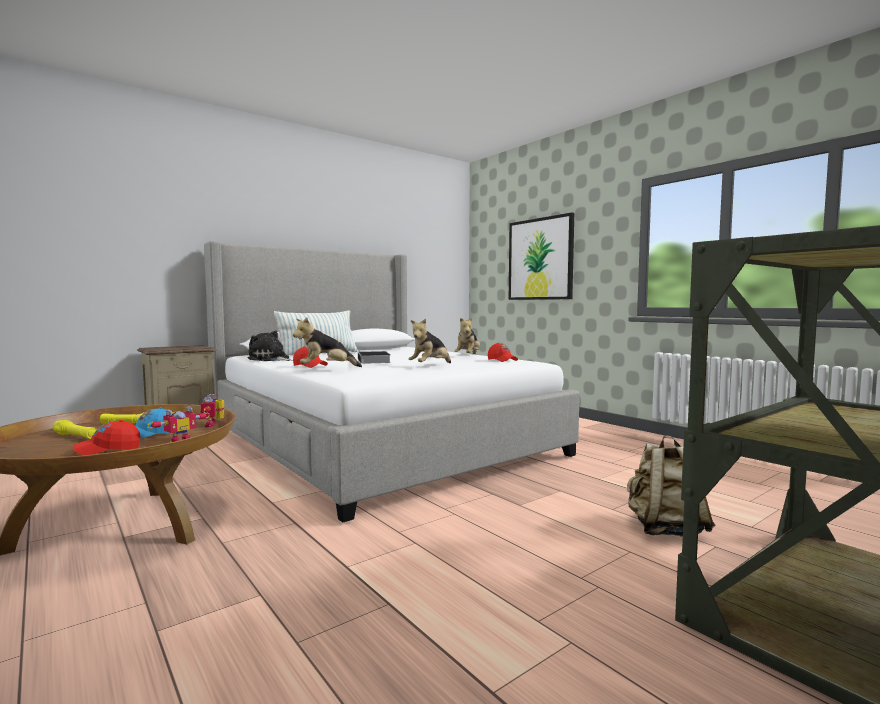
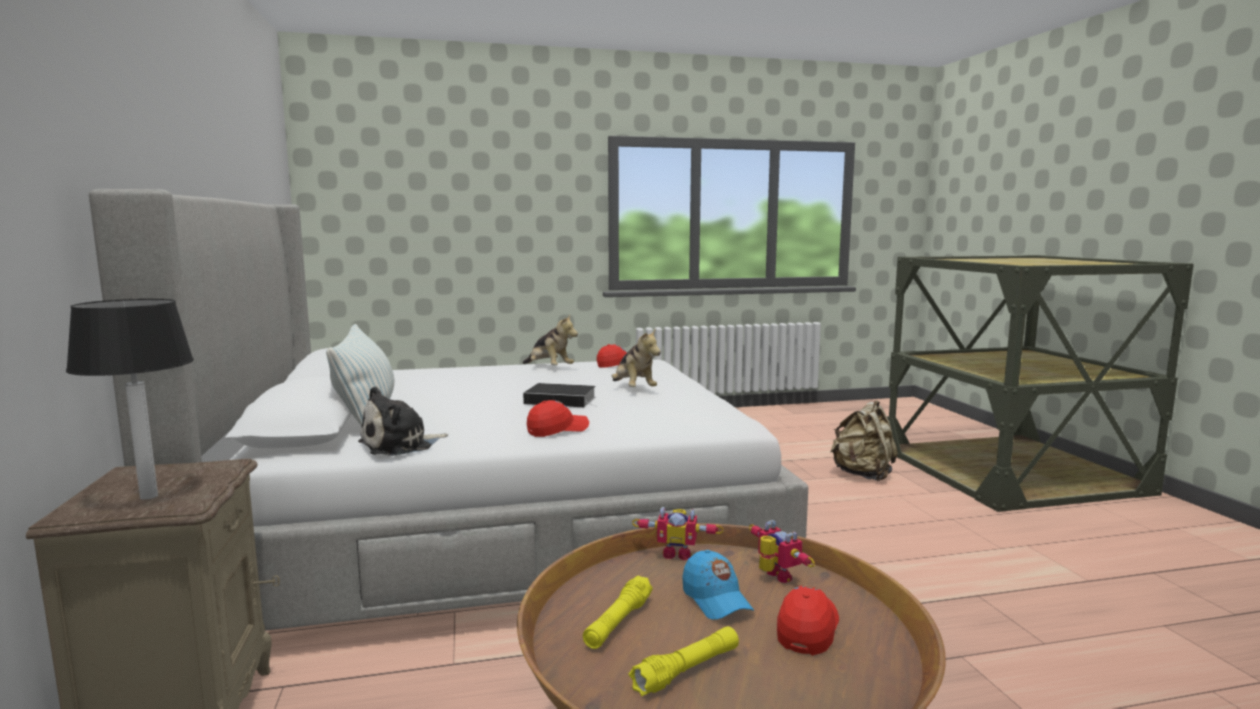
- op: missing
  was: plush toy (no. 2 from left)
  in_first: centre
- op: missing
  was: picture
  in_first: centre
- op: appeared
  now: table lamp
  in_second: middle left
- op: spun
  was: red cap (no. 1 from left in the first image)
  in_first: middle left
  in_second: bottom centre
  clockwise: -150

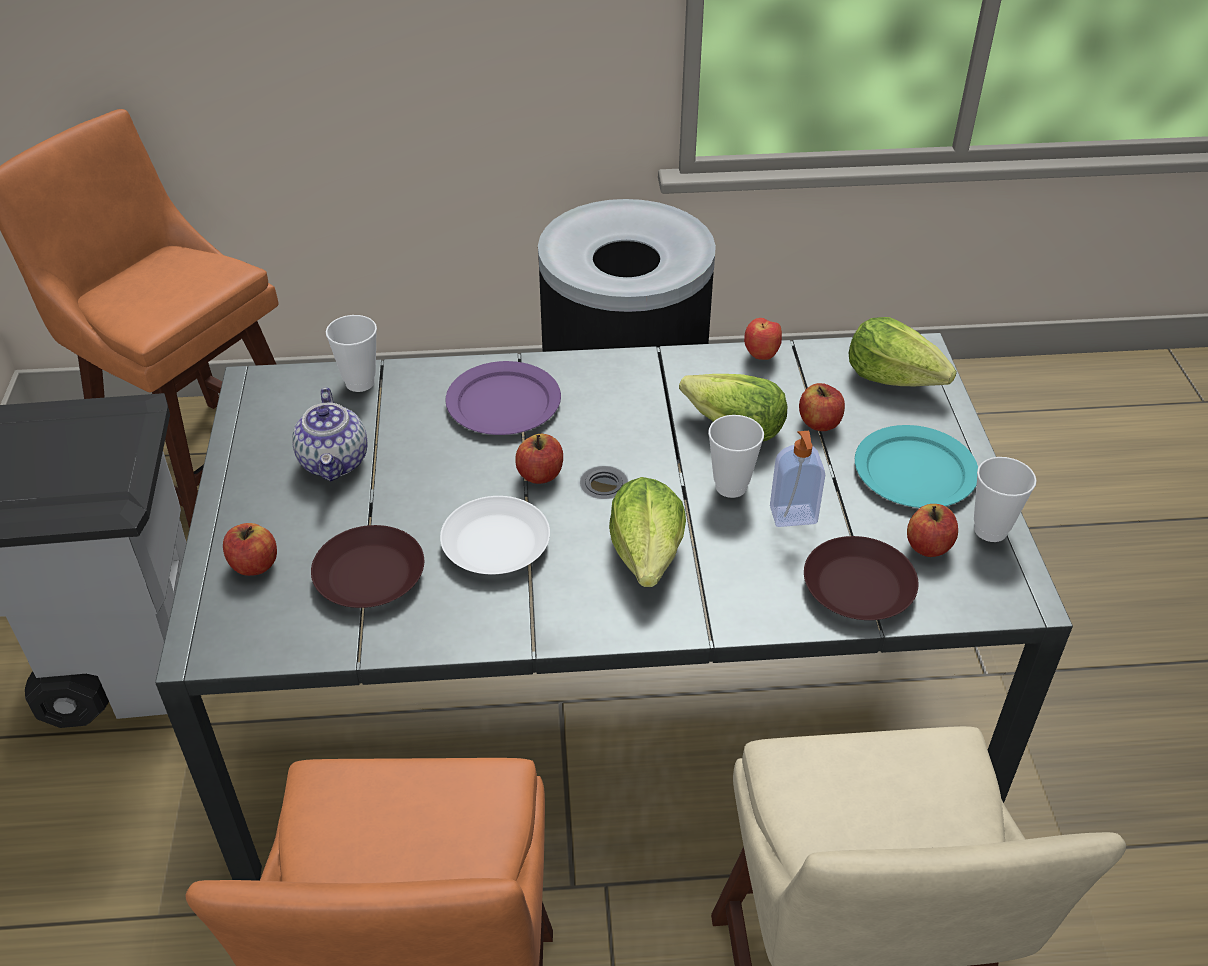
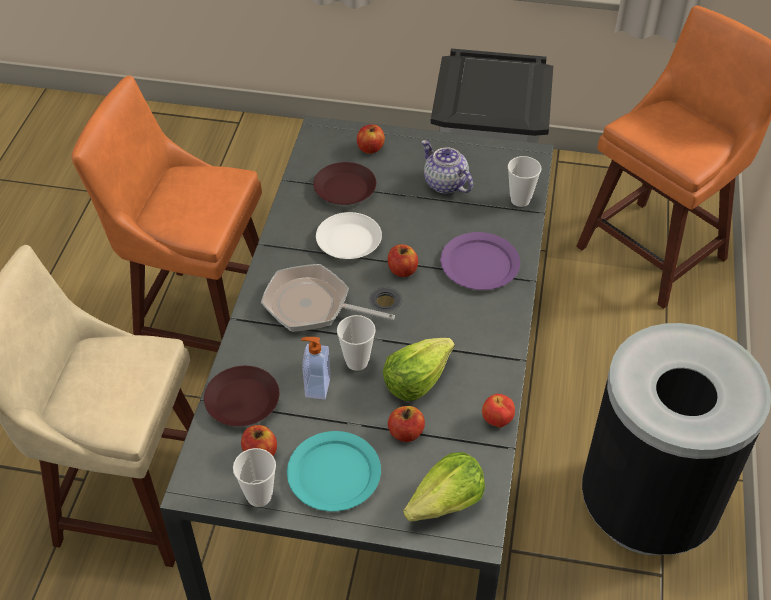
- op: exchanged
  was: lettuce (no. 1 from left)
  now: frying pan
  in_first: centre
  in_second: centre
- op: spun
  was: teapot
  in_first: middle left
  in_second: top centre
  clockwise: 45

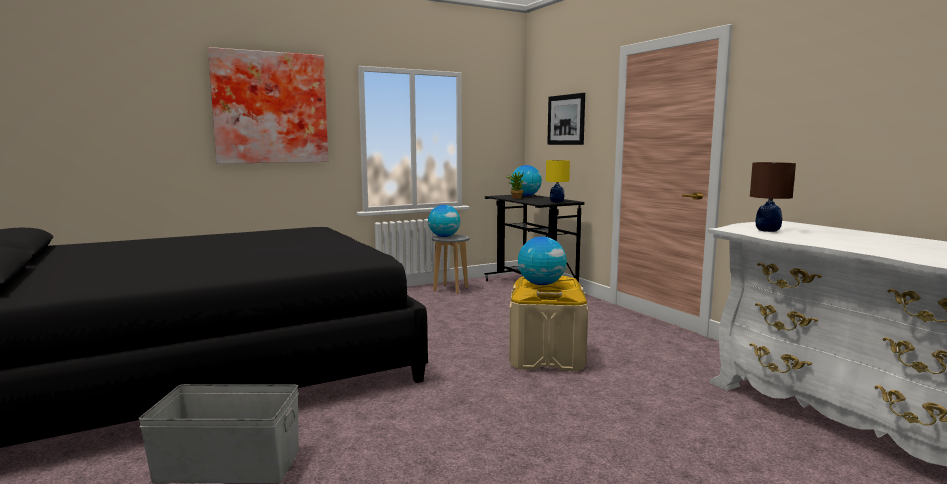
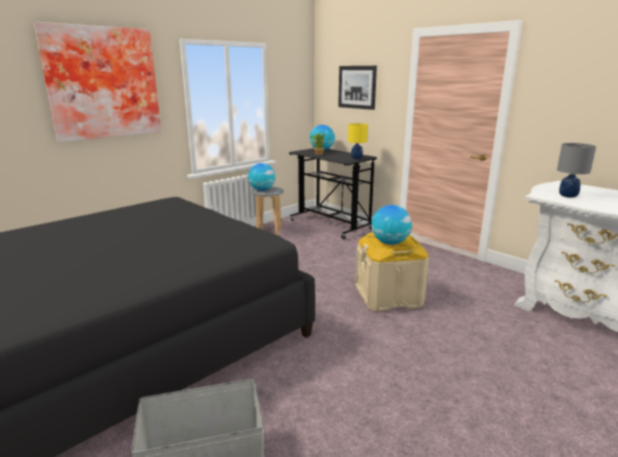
- op: colour
  was: brown table lamp
  now: grey table lamp
  in_first: middle right
  in_second: middle right

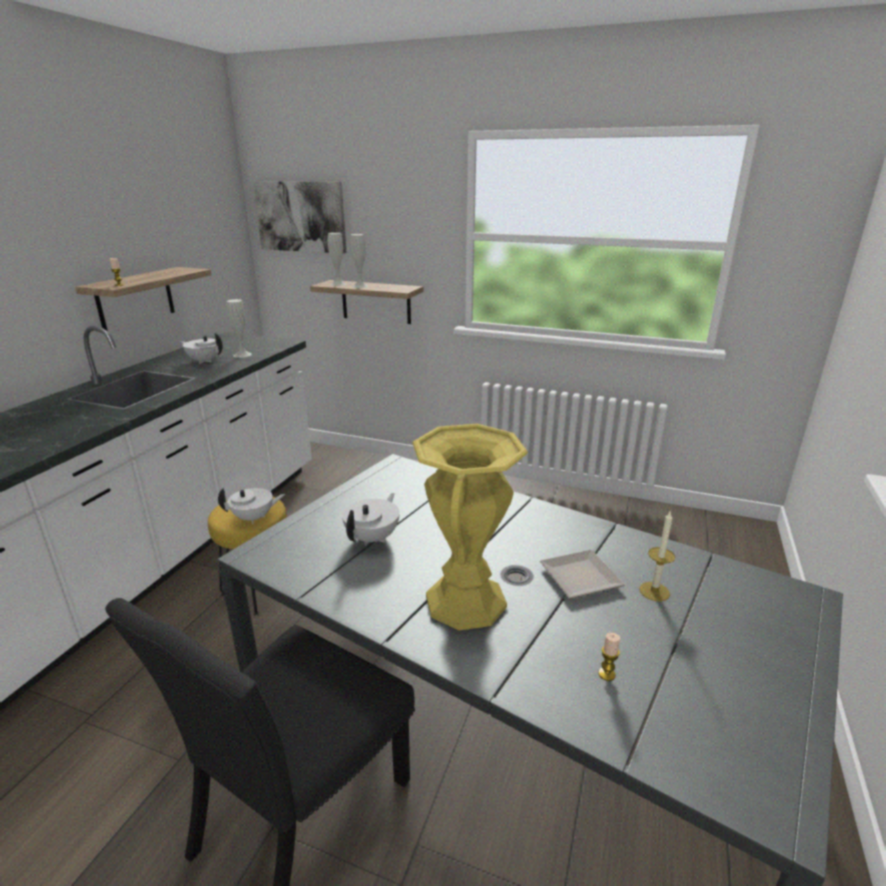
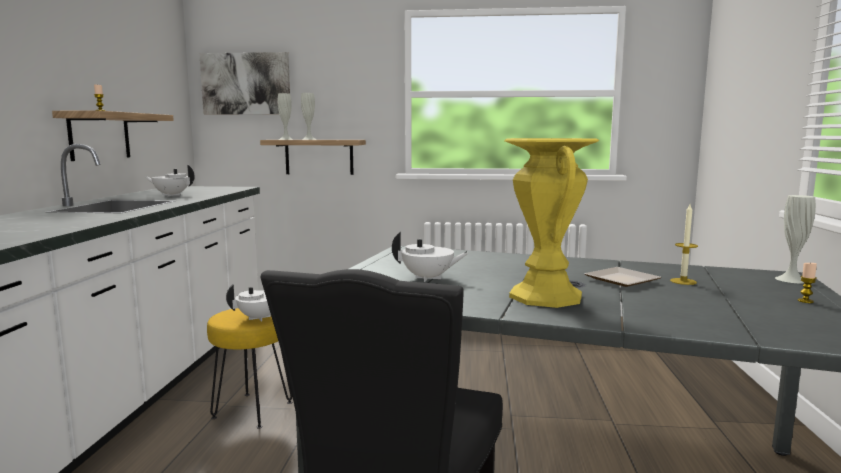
- op: relocated
  was: white vase (no. 1 from left in the first image)
  now: white vase (no. 3 from left)
  in_first: middle left
  in_second: middle right
- op: relocated
  was: candle (no. 2 from left in the first image)
  now: candle (no. 3 from left)
  in_first: bottom right
  in_second: middle right
- op: spun
  was: white teapot (no. 3 from left)
  in_first: centre
  in_second: centre
  clockwise: 90

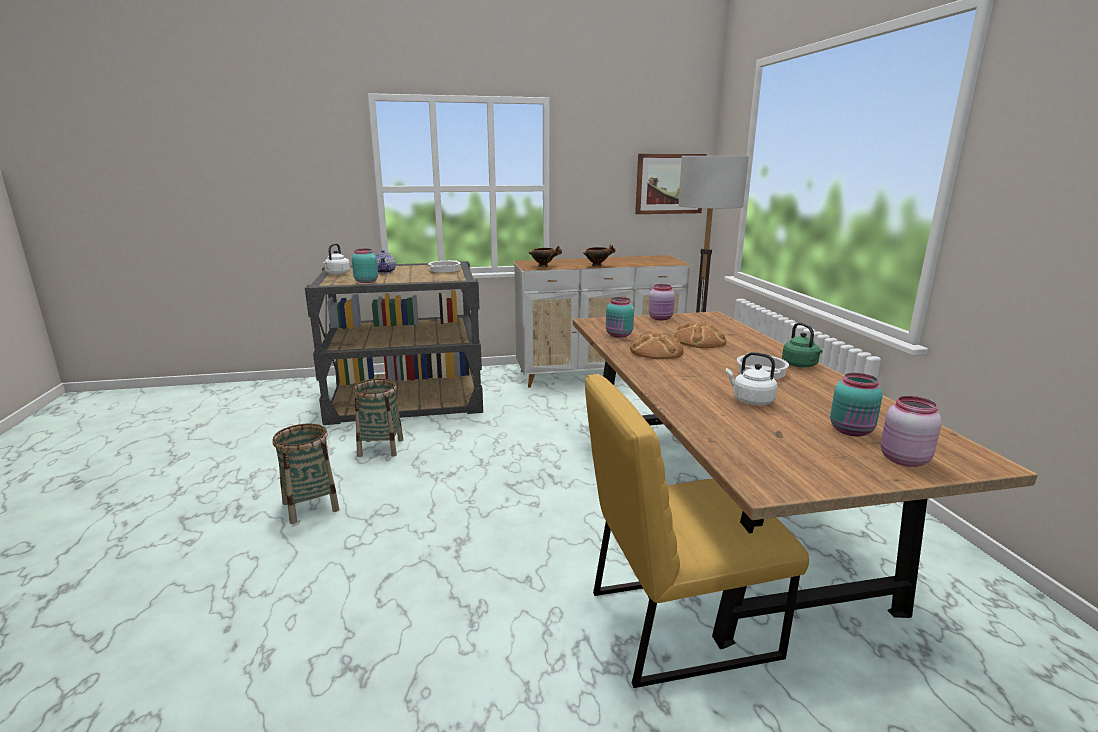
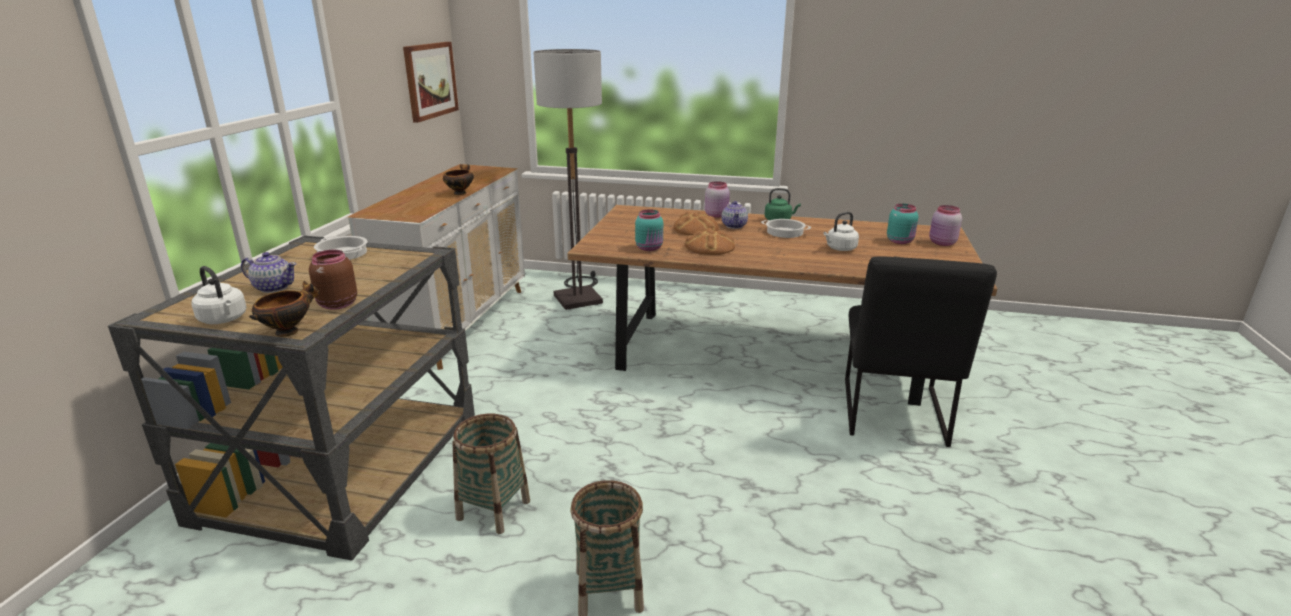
- op: appeared
  now: teapot (no. 2 from left)
  in_second: centre
- op: relocated
  was: bowl (no. 1 from left)
  in_first: centre
  in_second: middle left
- op: relocated
  was: pink jar (no. 1 from left)
  in_first: centre
  in_second: top centre
- op: colour
  was: turquoise jar (no. 1 from left)
  now: brown jar
  in_first: middle left
  in_second: middle left
- op: colour
  was: yellow chair
  now: black chair
  in_first: bottom centre
  in_second: middle right

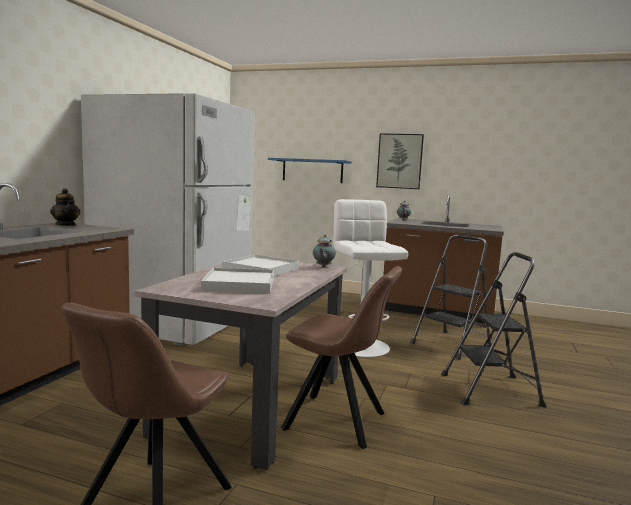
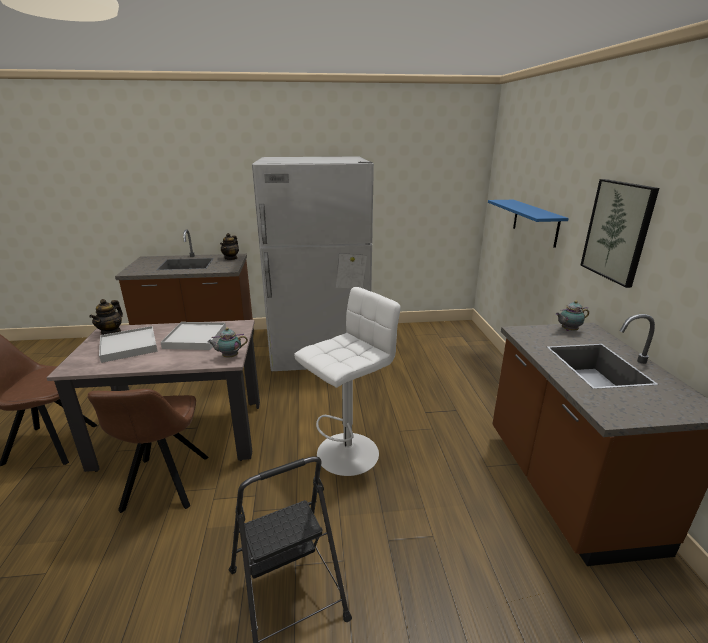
- op: missing
  was: black step ladder (no. 1 from left)
  in_first: middle right
- op: appeared
  now: teapot (no. 1 from left)
  in_second: middle left

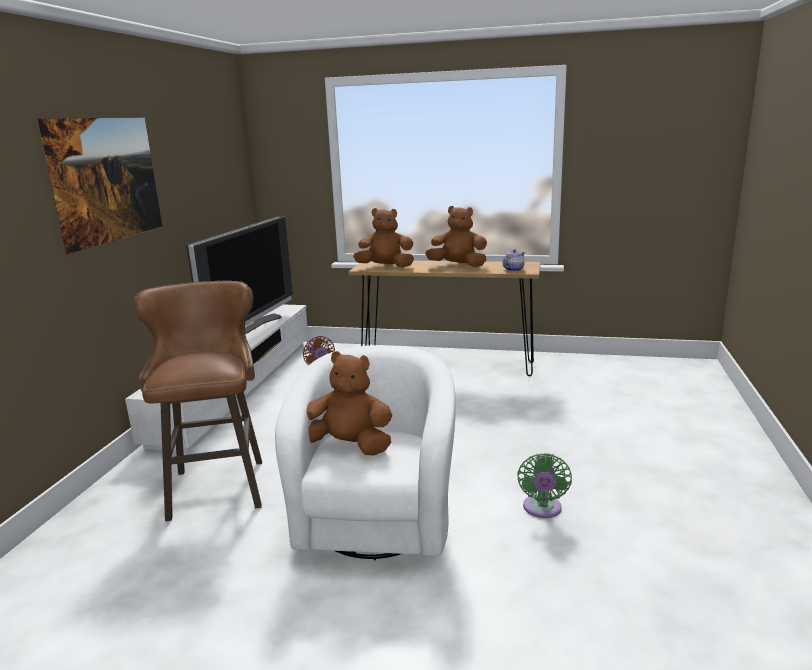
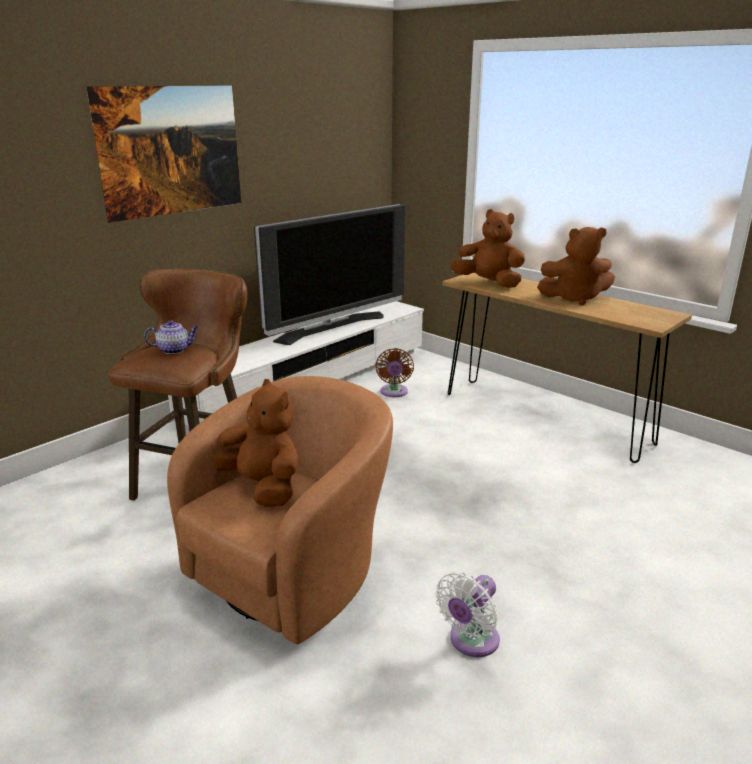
- op: relocated
  was: teapot
  in_first: centre
  in_second: middle left
- op: colour
  was: white armchair
  now: brown armchair
  in_first: bottom centre
  in_second: bottom centre
- op: colour
  was: green fan
  now: white fan
  in_first: bottom right
  in_second: bottom centre
- op: spun
  was: brown plush toy (no. 3 from left)
  in_first: centre
  in_second: middle right
  clockwise: 135

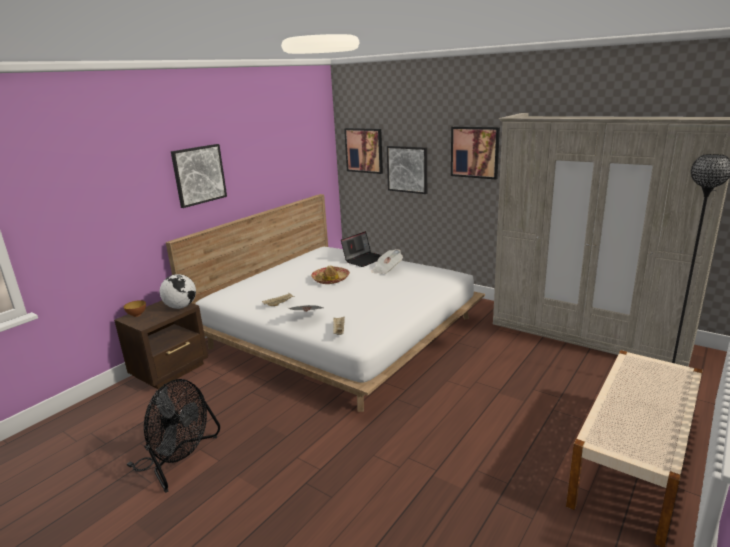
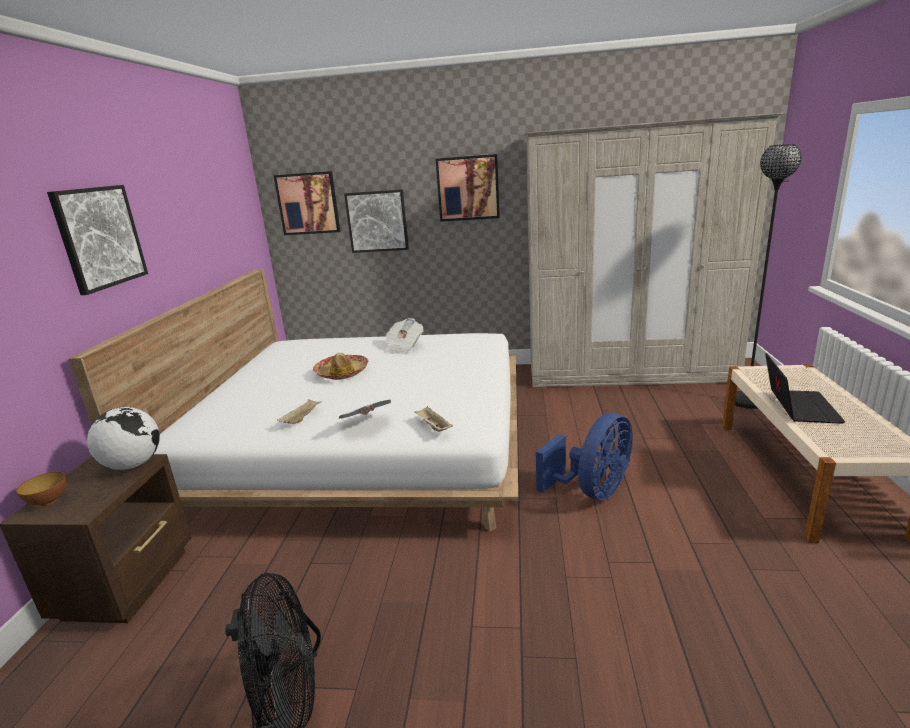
- op: appeared
  now: blue fan
  in_second: centre
- op: relocated
  was: laptop
  in_first: centre
  in_second: middle right

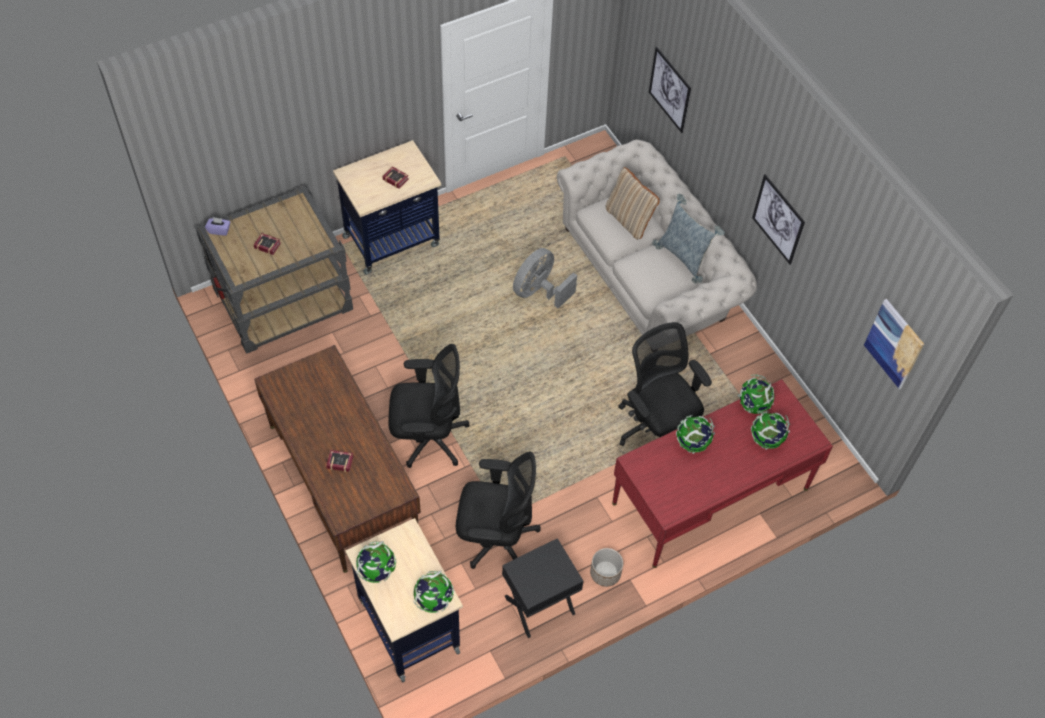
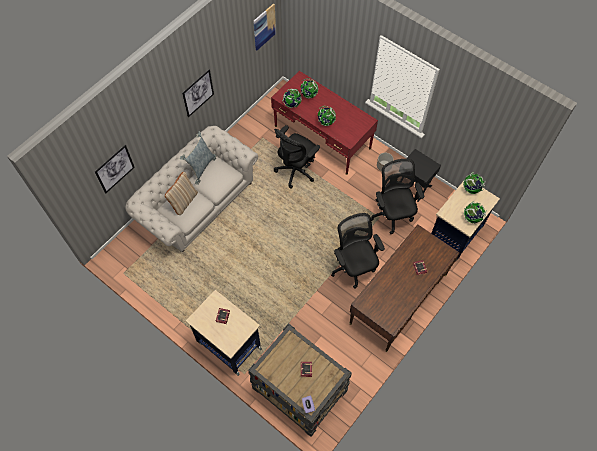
- op: missing
  was: grey fan
  in_first: centre

